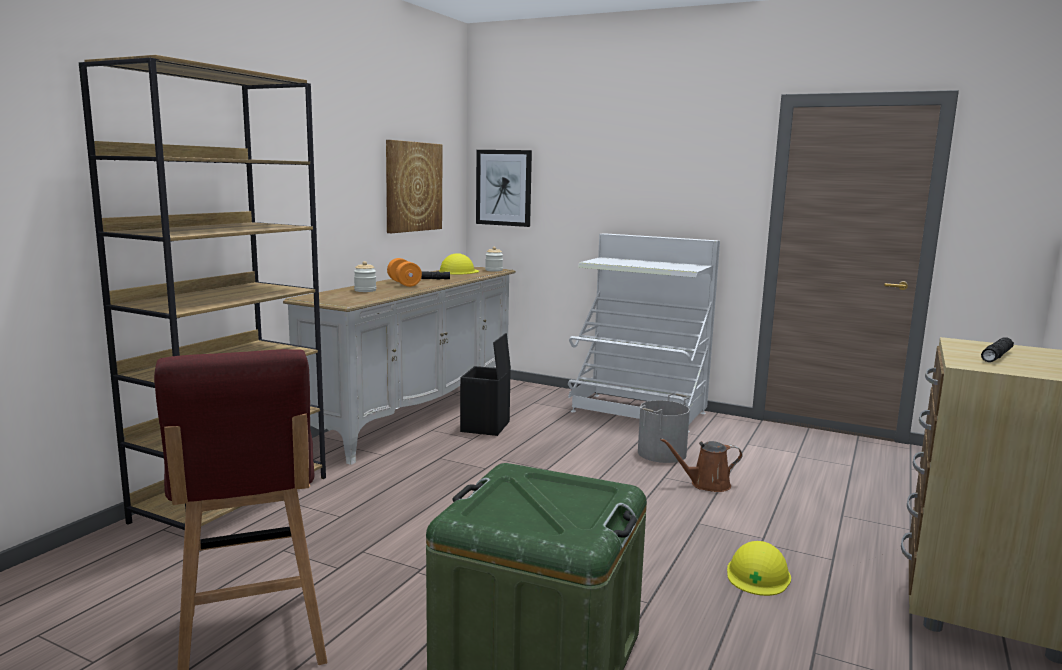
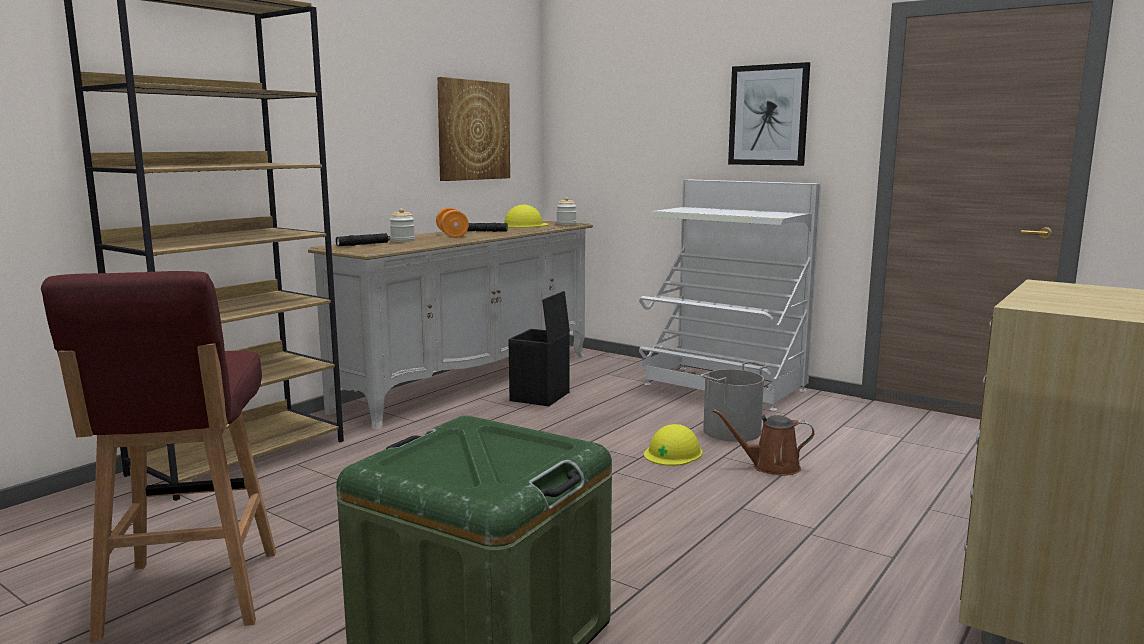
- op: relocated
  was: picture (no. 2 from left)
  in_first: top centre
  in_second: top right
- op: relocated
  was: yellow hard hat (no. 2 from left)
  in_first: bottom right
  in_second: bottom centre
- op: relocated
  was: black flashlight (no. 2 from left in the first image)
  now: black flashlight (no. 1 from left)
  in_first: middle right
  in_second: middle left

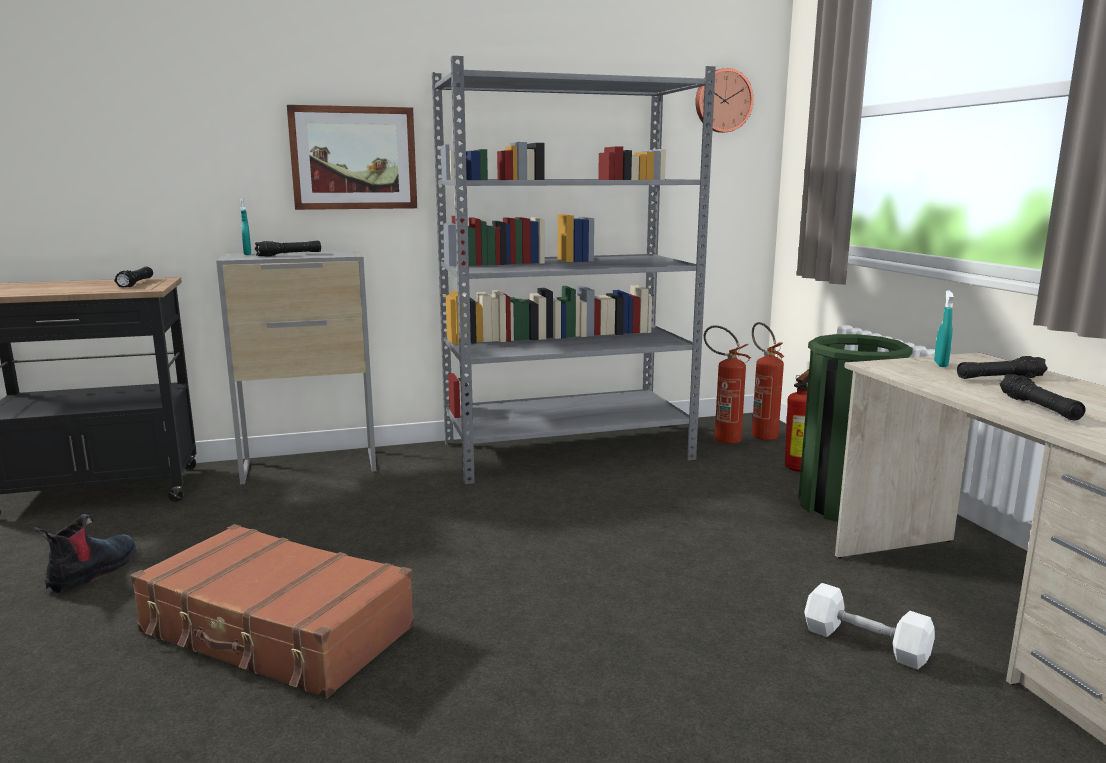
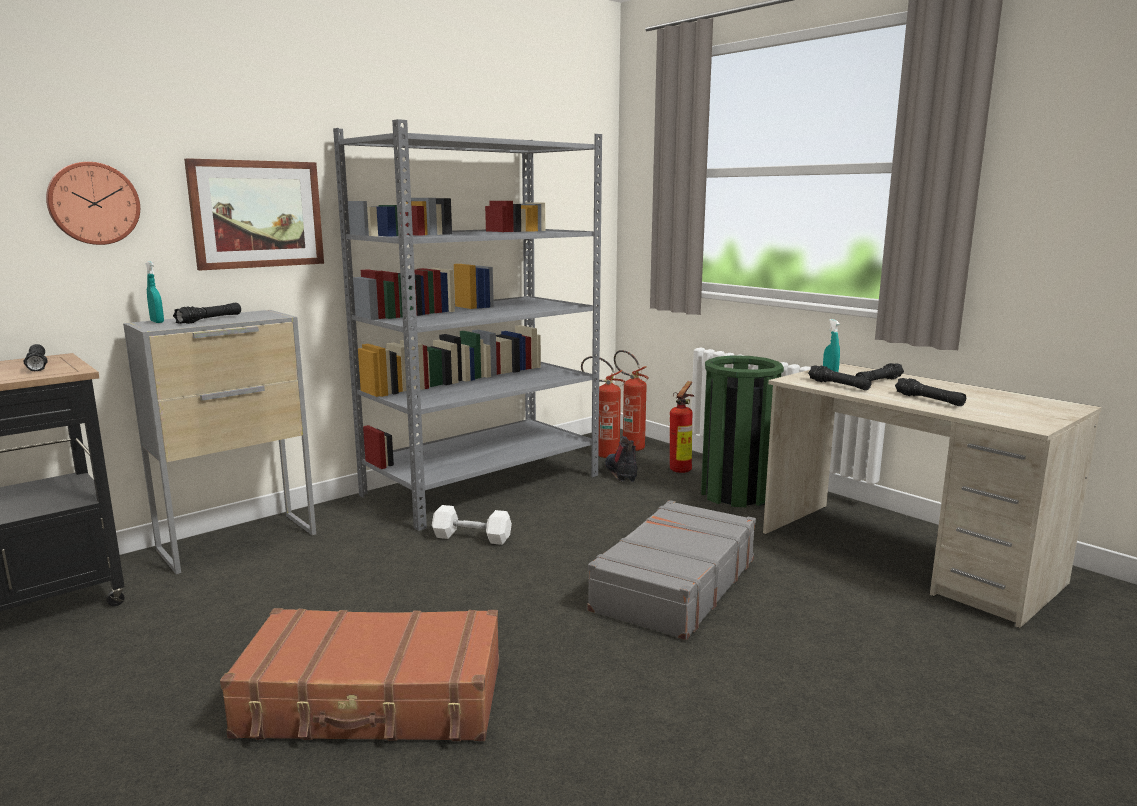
- op: appeared
  now: grey suitcase
  in_second: bottom centre
- op: appeared
  now: black flashlight (no. 3 from left)
  in_second: middle right
- op: relocated
  was: boot
  in_first: bottom left
  in_second: centre
- op: relocated
  was: wall clock
  in_first: top centre
  in_second: top left
- op: relocated
  was: white dumbbell
  in_first: bottom right
  in_second: centre

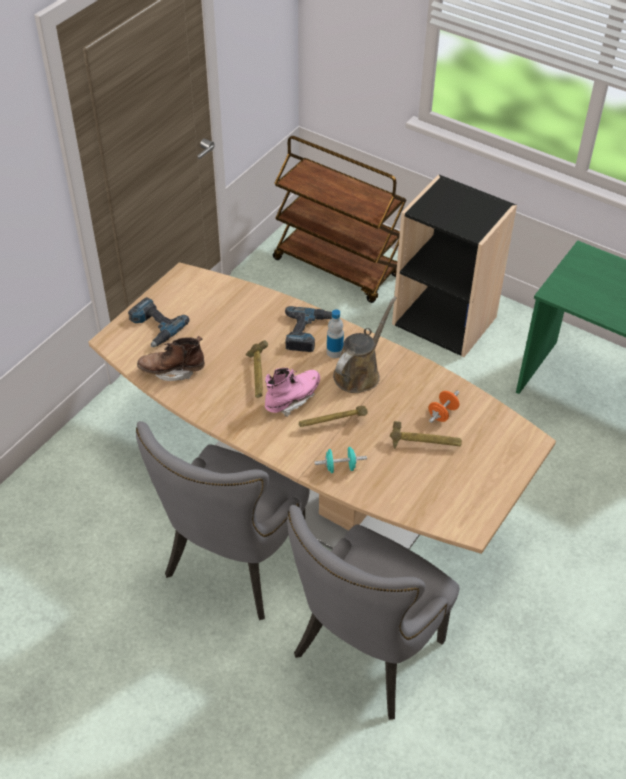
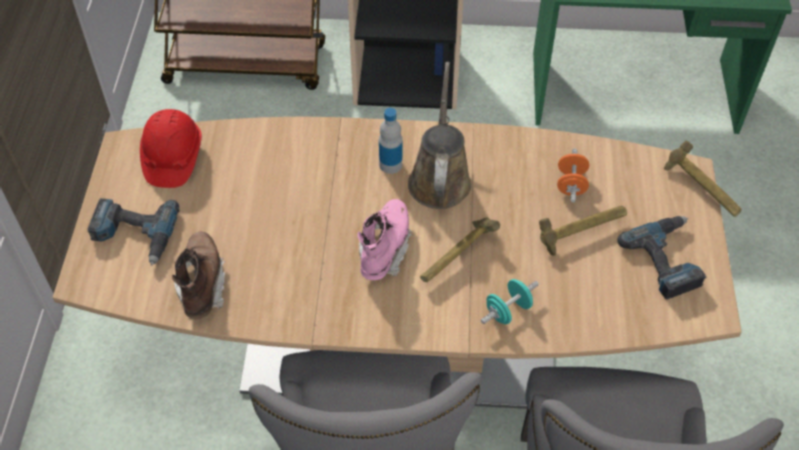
- op: appeared
  now: red hard hat
  in_second: top left
- op: relocated
  was: hammer (no. 1 from left in the first image)
  now: hammer (no. 3 from left)
  in_first: centre
  in_second: middle right
- op: relocated
  was: power drill (no. 2 from left)
  in_first: centre
  in_second: middle right
- op: spun
  was: brown boot
  in_first: middle left
  in_second: middle left
  clockwise: 120

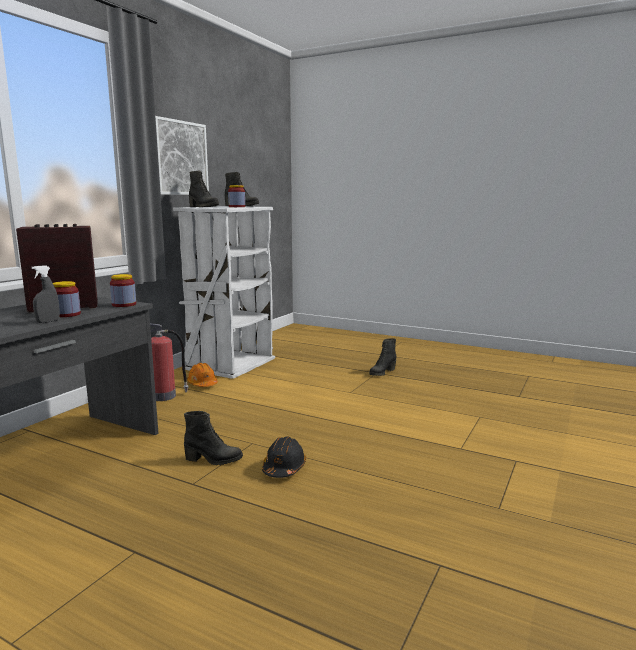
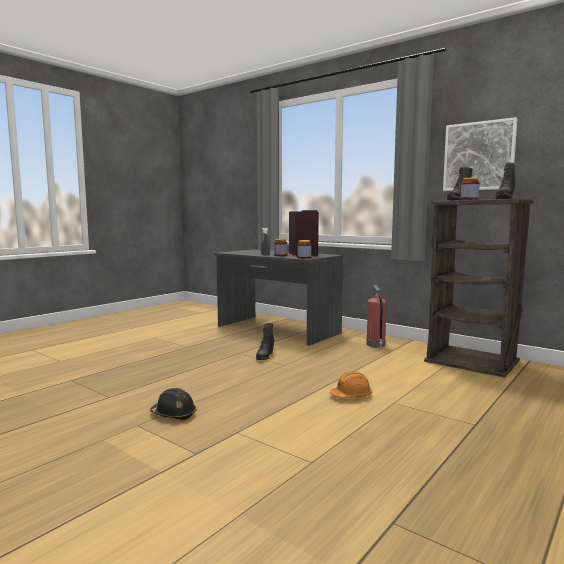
- op: missing
  was: black boot (no. 4 from left)
  in_first: centre
- op: relocated
  was: orange hard hat
  in_first: middle left
  in_second: bottom centre
- op: relocated
  was: black hard hat
  in_first: bottom centre
  in_second: bottom left
- op: colour
  was: white bookcase
  now: brown bookcase
  in_first: centre
  in_second: middle right

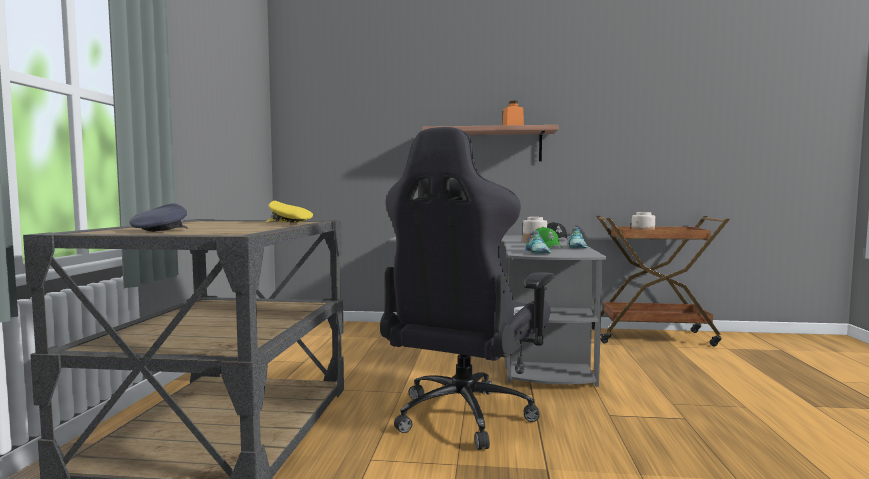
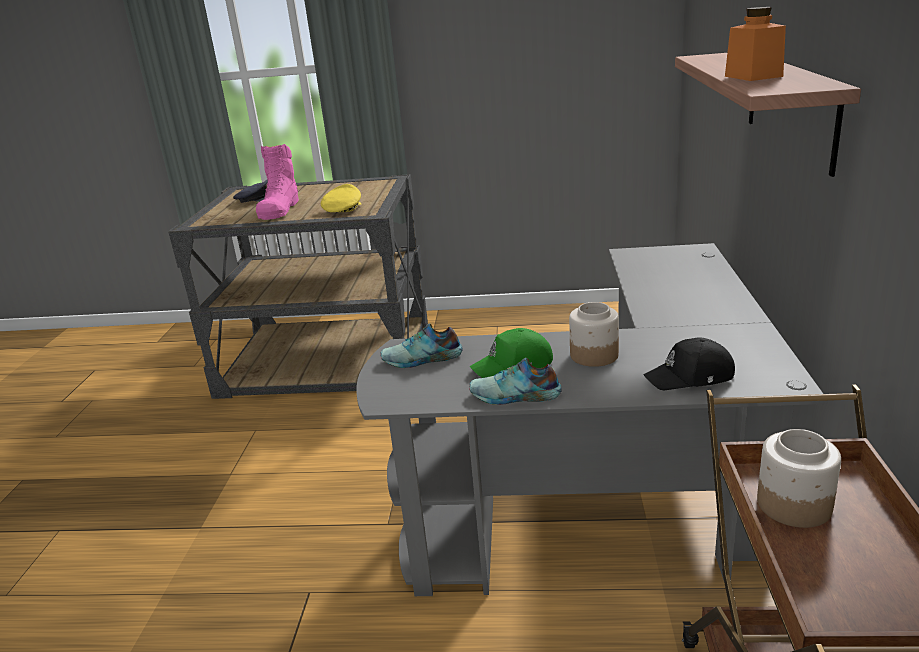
- op: missing
  was: black office chair
  in_first: centre
- op: appeared
  now: pink boot
  in_second: top left

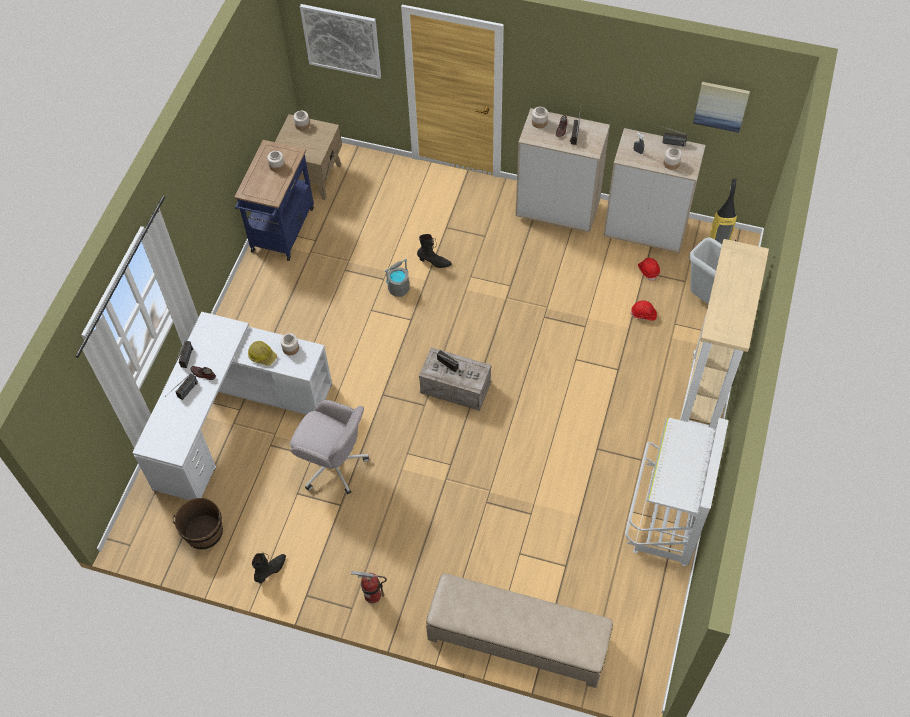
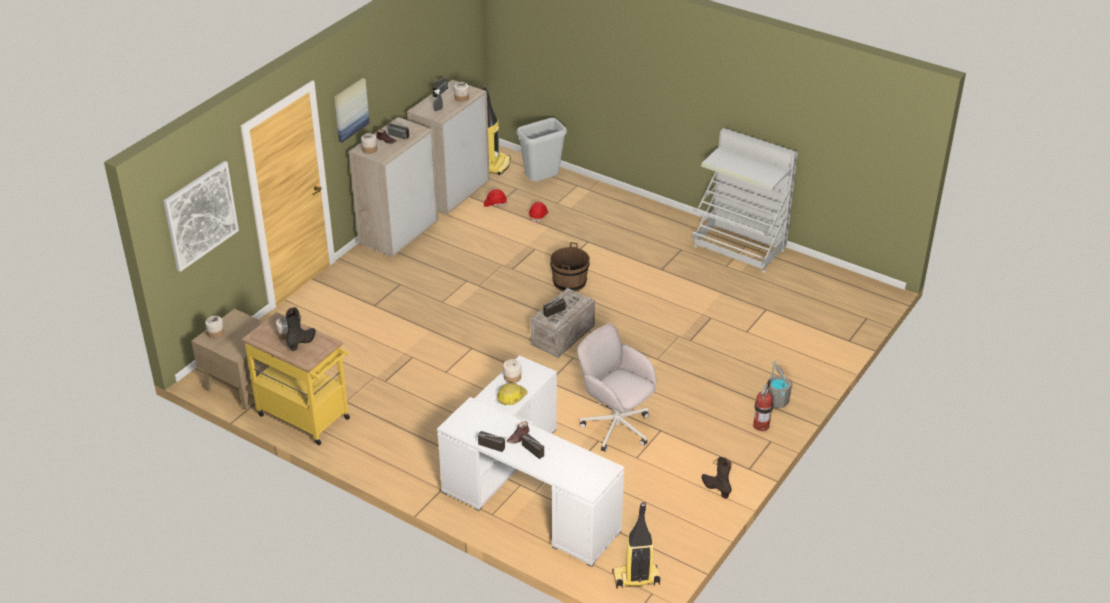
- op: missing
  was: beige bench
  in_first: bottom centre
- op: missing
  was: beige bookcase
  in_first: middle right
- op: appeared
  now: vacuum cleaner (no. 2 from left)
  in_second: bottom centre
- op: relocated
  was: brown bucket
  in_first: bottom left
  in_second: centre
- op: relocated
  was: grey bucket
  in_first: centre
  in_second: middle right
- op: relocated
  was: black boot (no. 2 from left in the first image)
  now: black boot (no. 1 from left)
  in_first: centre
  in_second: middle left
- op: relocated
  was: picture (no. 2 from left)
  in_first: top right
  in_second: top left
- op: colour
  was: blue cart
  now: yellow cart
  in_first: top left
  in_second: middle left
- op: spun
  was: grey office chair
  in_first: centre
  in_second: centre
  clockwise: -90

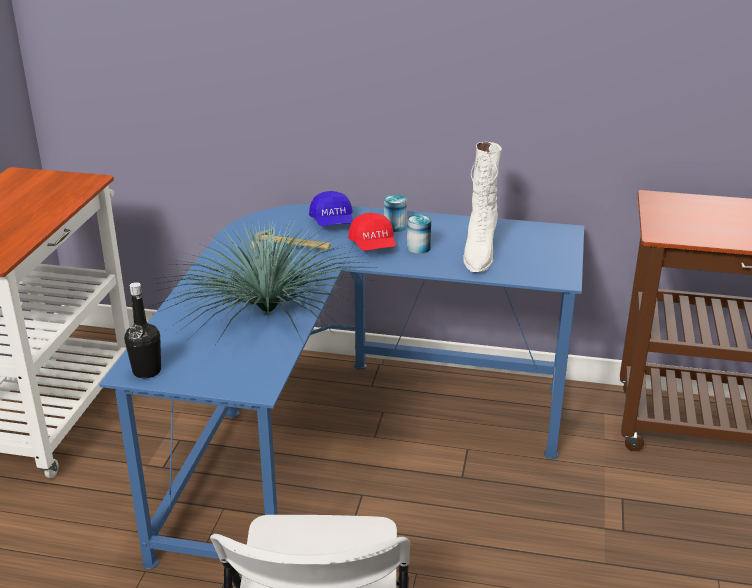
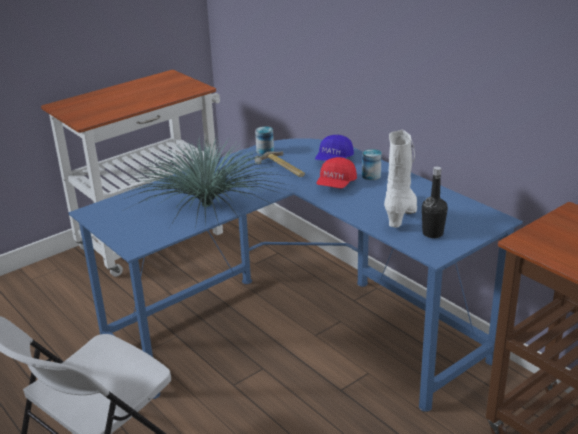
- op: relocated
  was: black bottle
  in_first: middle left
  in_second: middle right
- op: relocated
  was: can (no. 2 from left in the first image)
  now: can (no. 1 from left)
  in_first: centre
  in_second: top centre
- op: spun
  was: white boot
  in_first: centre
  in_second: middle right
  clockwise: 150

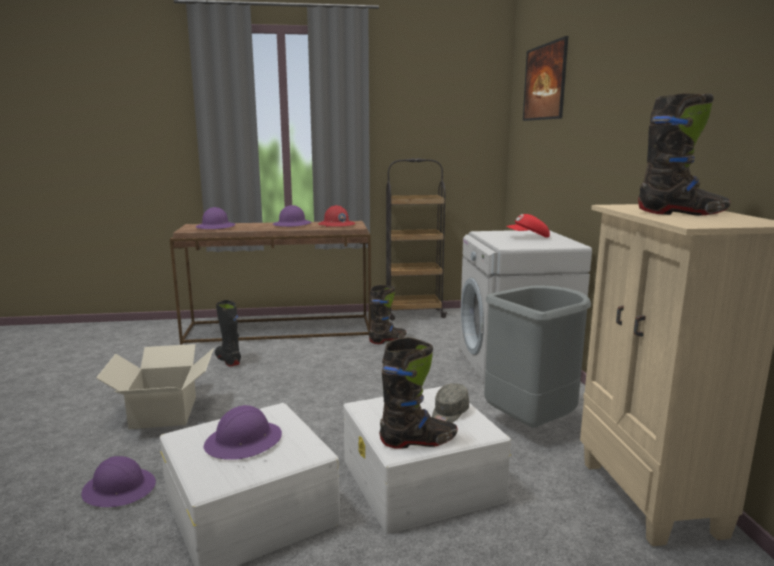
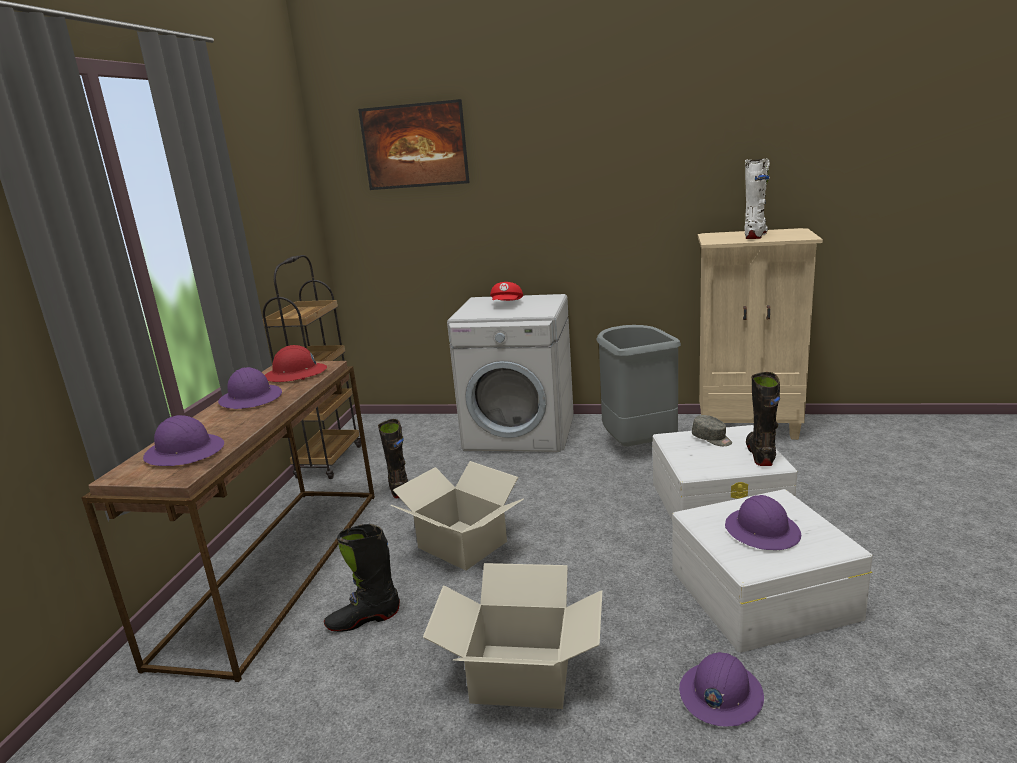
- op: appeared
  now: cardboard box (no. 1 from left)
  in_second: bottom centre
- op: colour
  was: black boot (no. 4 from left)
  now: white boot
  in_first: top right
  in_second: top right

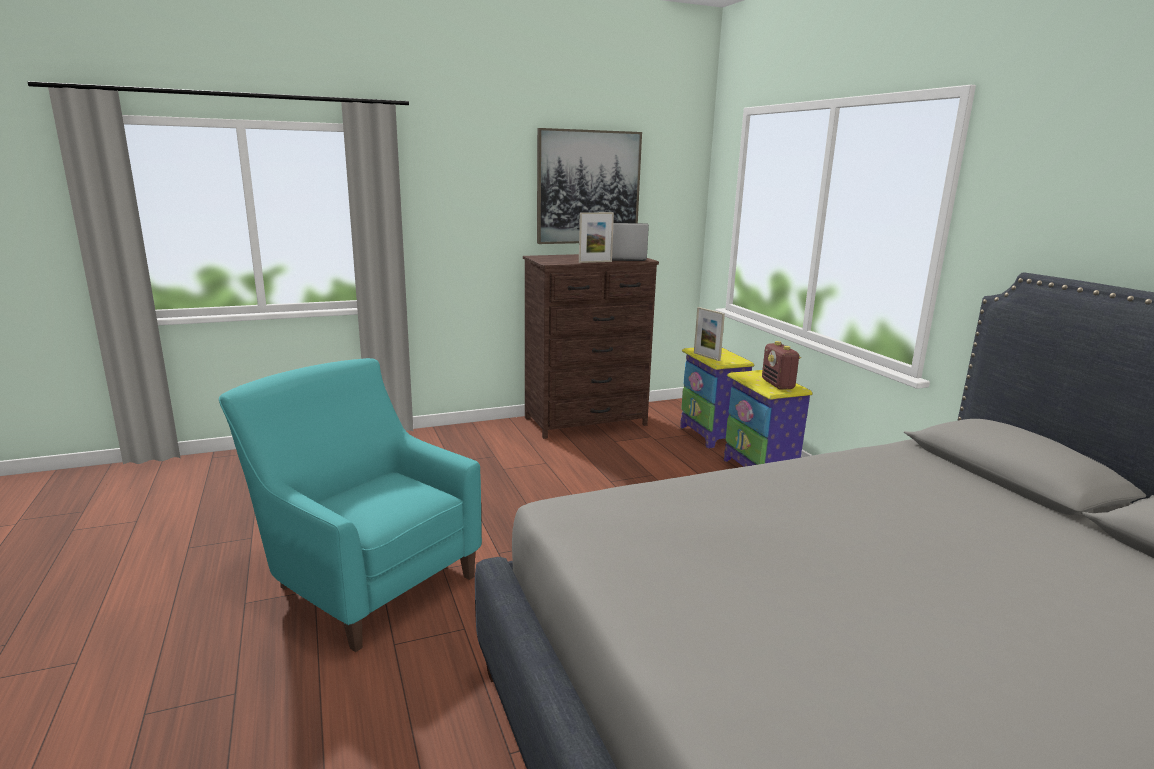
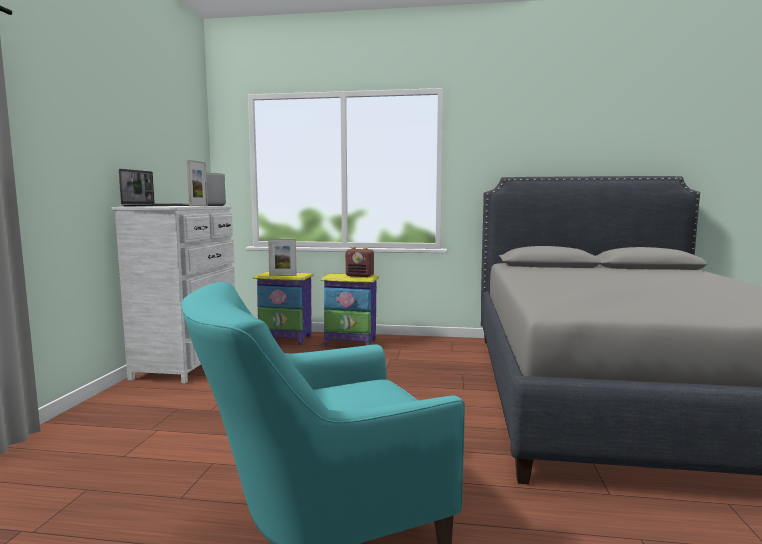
- op: missing
  was: picture
  in_first: top centre
- op: appeared
  now: laptop (no. 1 from left)
  in_second: middle left
- op: colour
  was: brown dresser
  now: white dresser
  in_first: centre
  in_second: middle left

